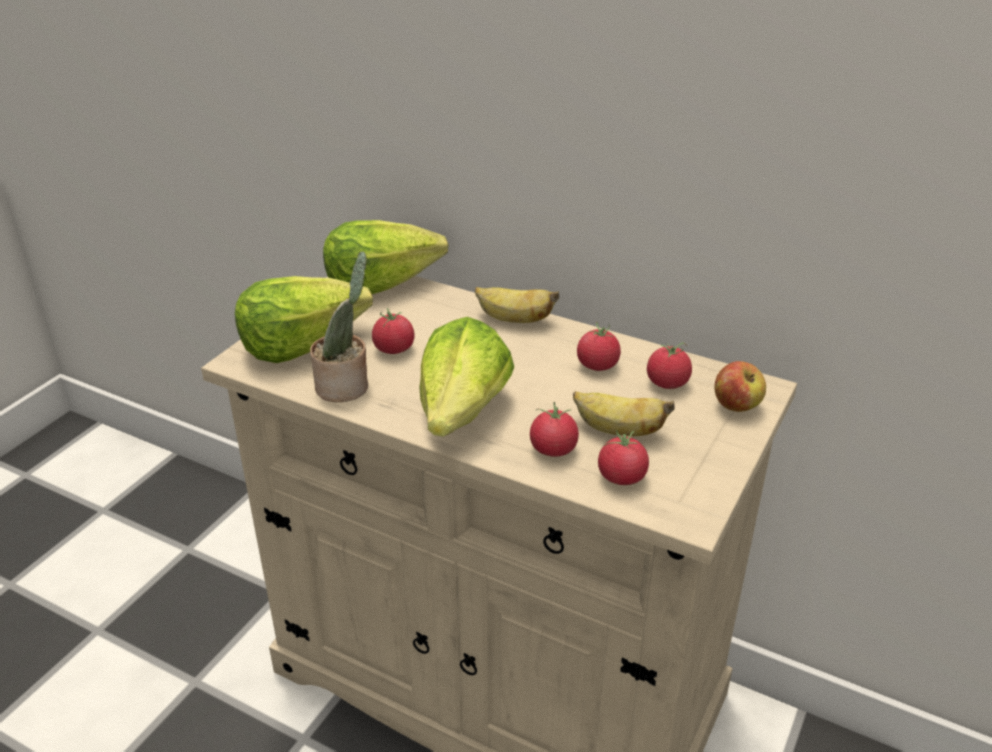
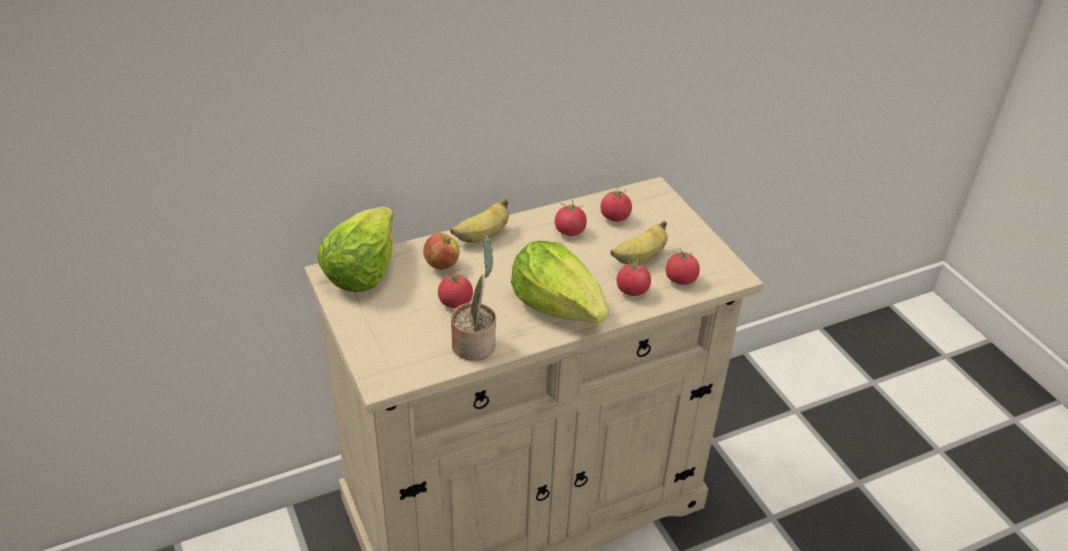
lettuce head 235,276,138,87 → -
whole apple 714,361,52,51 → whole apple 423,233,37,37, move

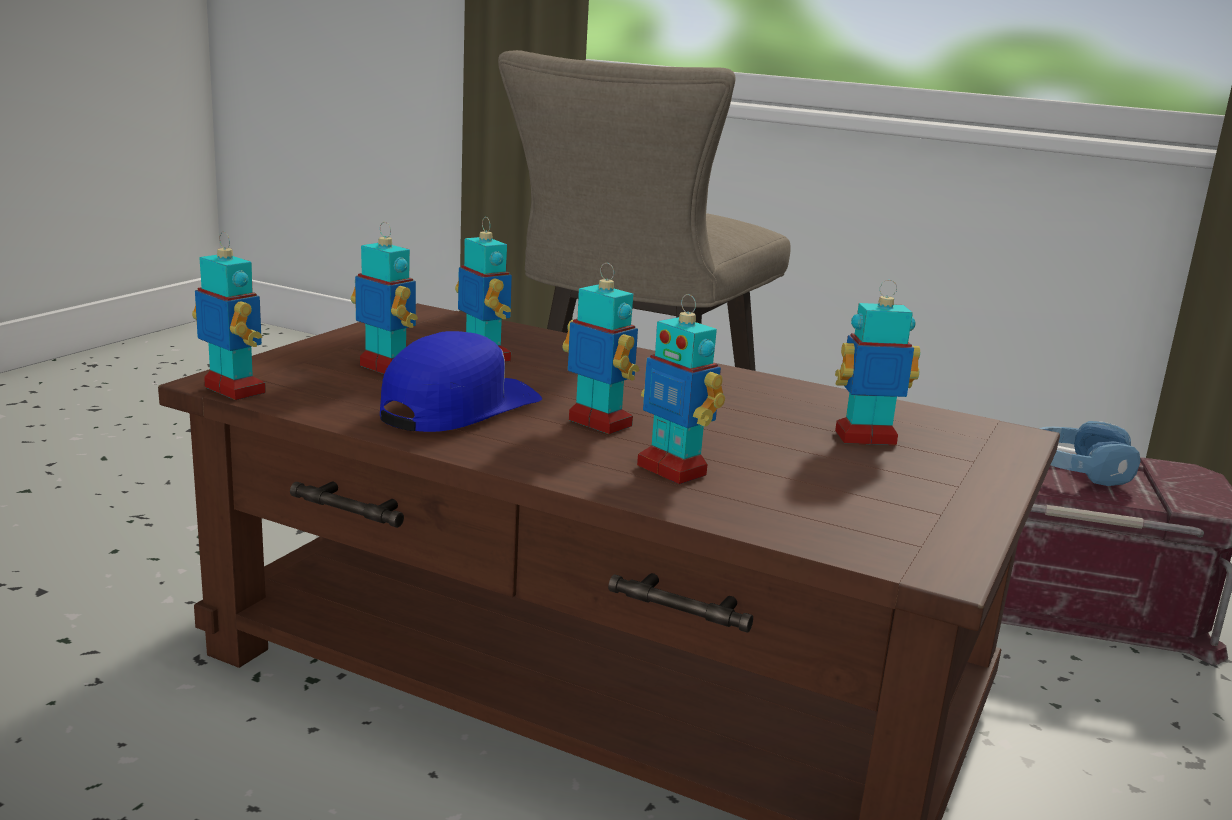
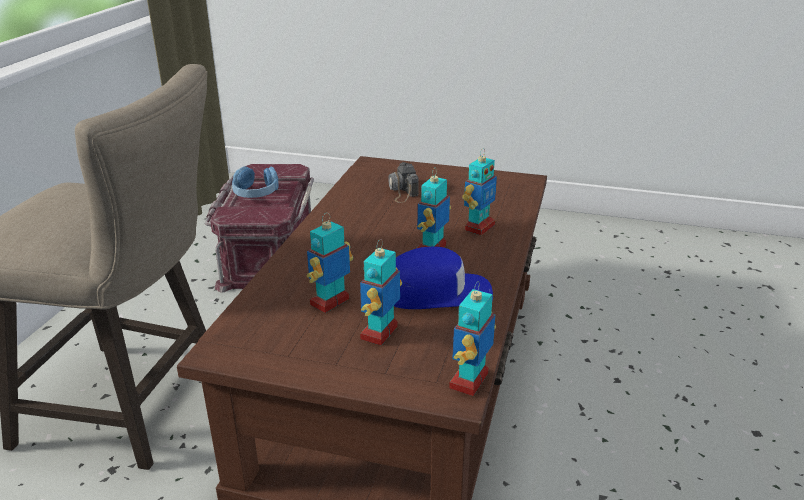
robot figure 835,280,85,165 → still camera 388,162,31,41
cap (bluish) 380,331,162,101 → cap (bluish) 394,246,99,63, 150 degrees clockwise

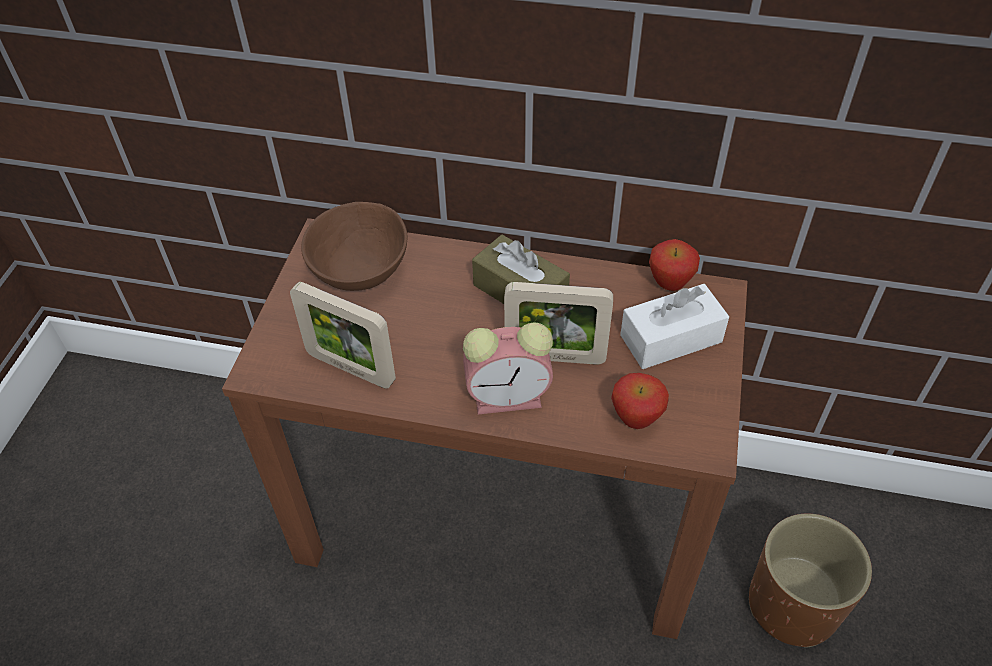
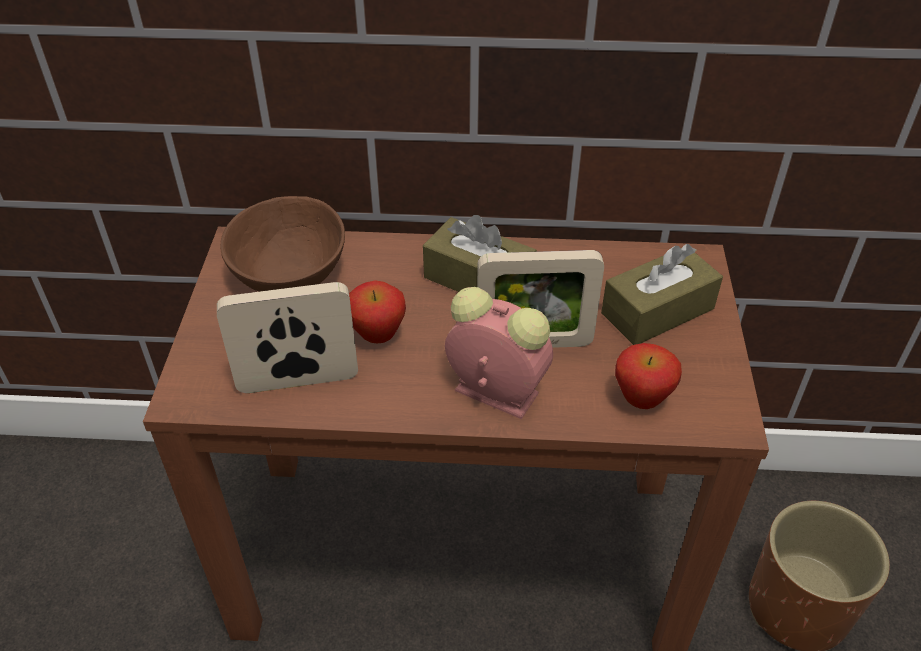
whole apple 649,239,51,52 → whole apple 349,280,57,64, move
tissue holder (white) 620,284,109,85 → tissue holder (brownish) 601,244,122,101
picture frame 290,282,106,107 → picture frame 217,282,141,111, 150 degrees clockwise
alarm clock 463,323,90,91 → alarm clock 445,287,108,132, 135 degrees counterclockwise

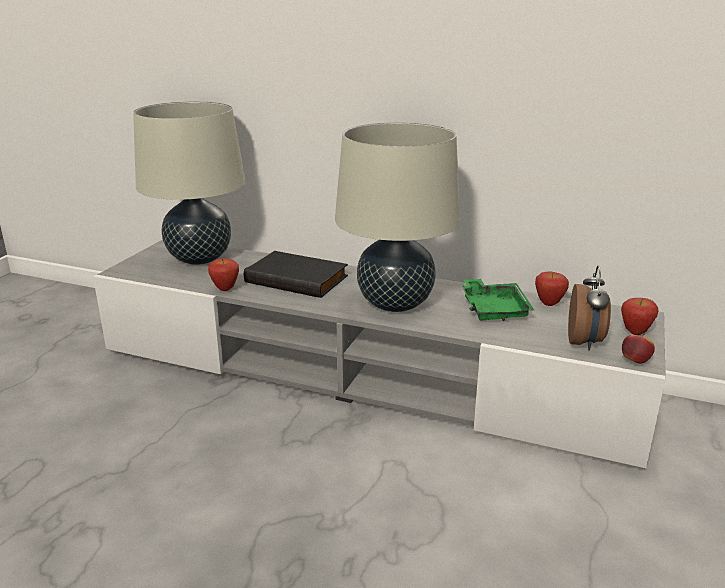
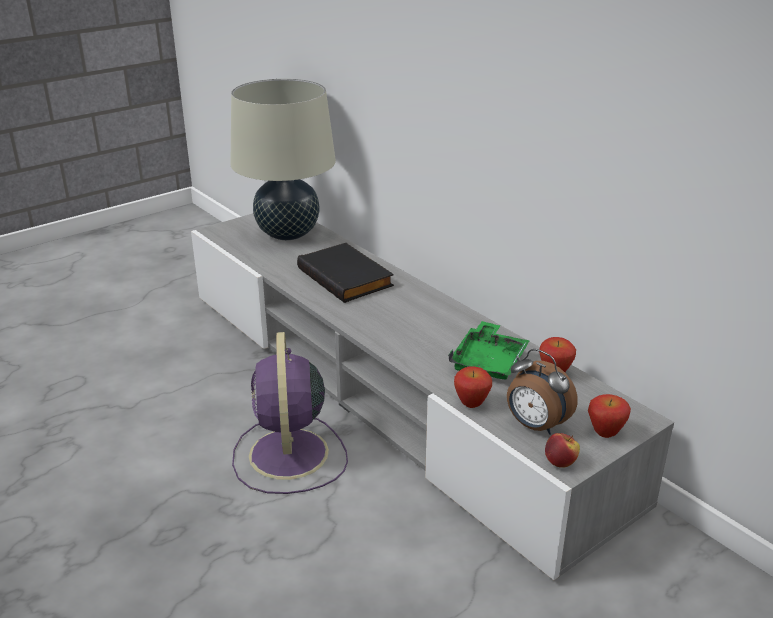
tabletop lamp (beige-coloured) 335,122,125,190 → -
- → fan (purplish) 232,332,116,162
whole apple 208,258,31,33 → whole apple 454,366,38,42, move
alarm clock 568,266,43,84 → alarm clock 507,349,71,86, 90 degrees clockwise

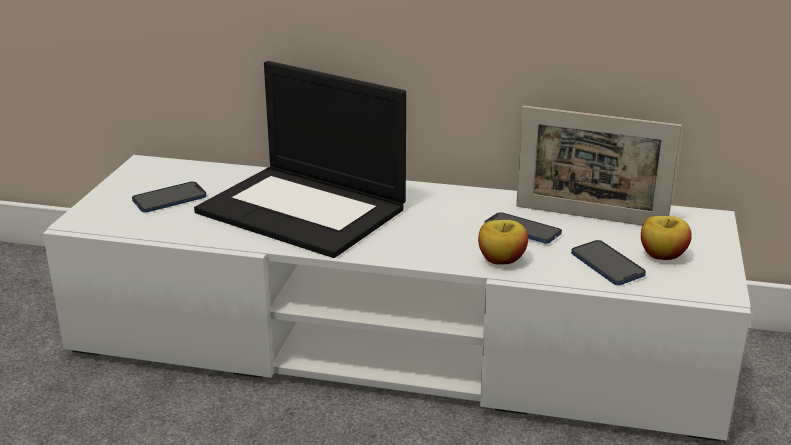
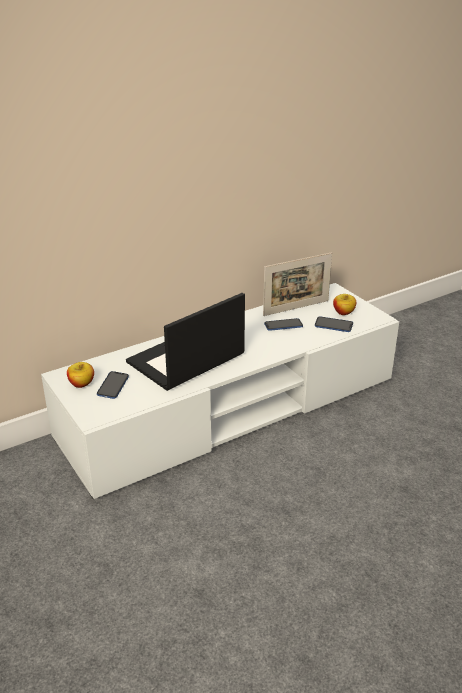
whole apple 478,220,50,45 → whole apple 67,362,27,26, move
notebook computer 194,61,212,197 → notebook computer 126,293,119,98, 150 degrees clockwise

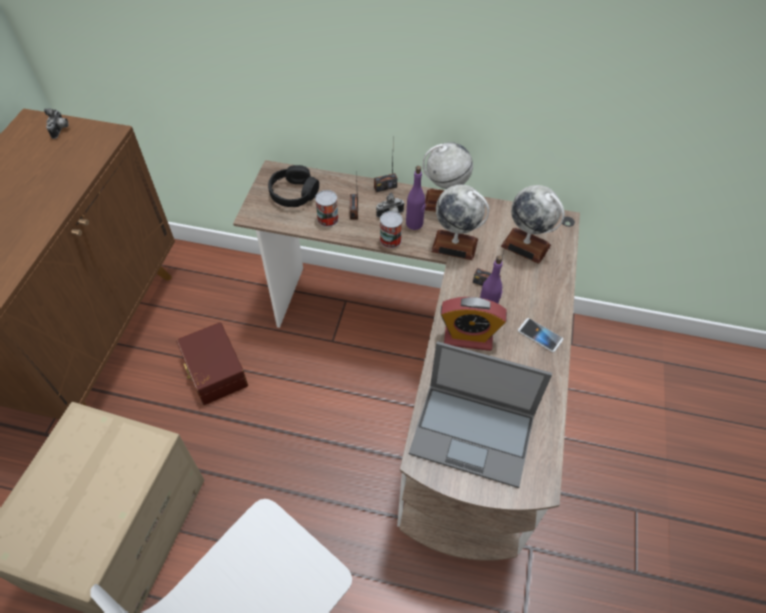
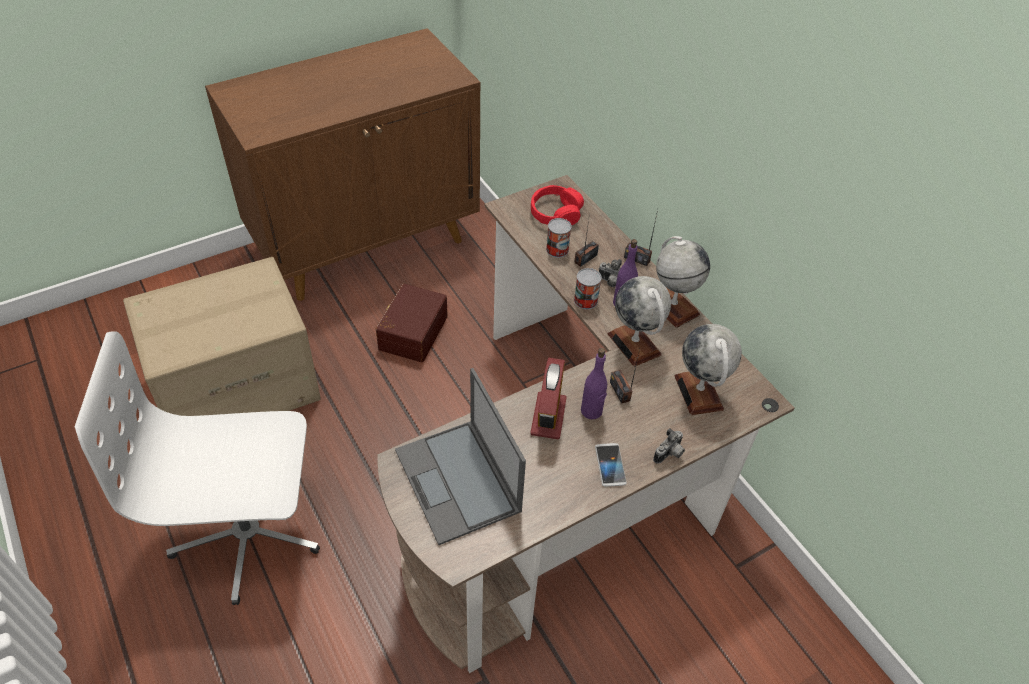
still camera 44,108,25,31 → still camera 653,428,32,36, move
headphones (blackish) 268,165,51,42 → headphones (red-coloured) 531,185,53,40
alarm clock 440,297,67,54 → alarm clock 530,358,37,81, 45 degrees clockwise

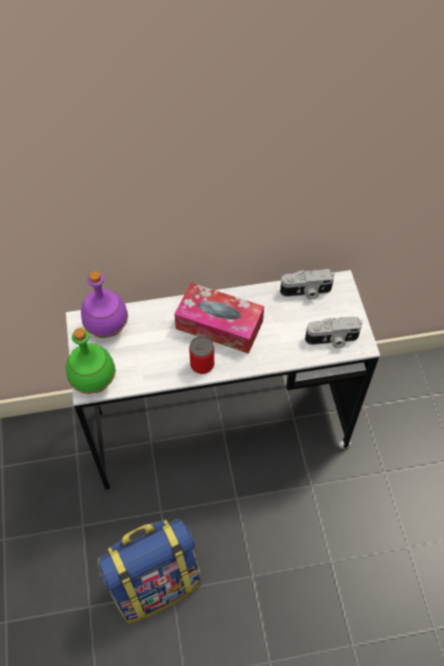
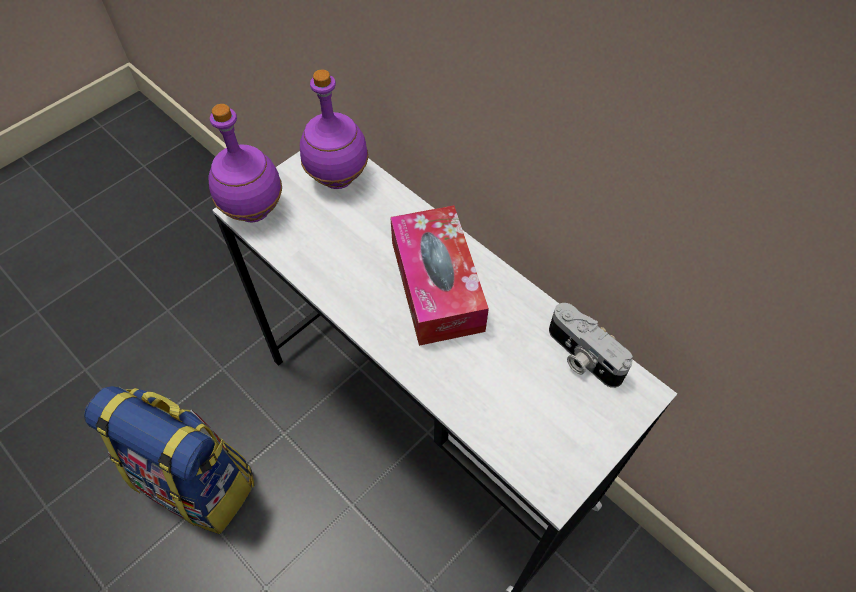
sealed can 189,336,25,38 → -
still camera 305,317,57,31 → -
drink bottle (green) 66,328,50,66 → drink bottle (purplish) 208,104,74,118

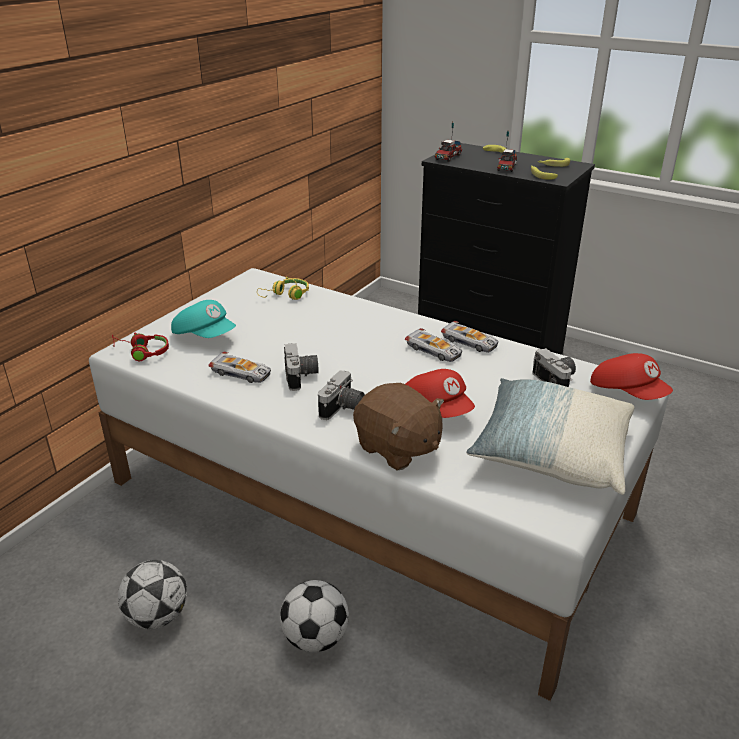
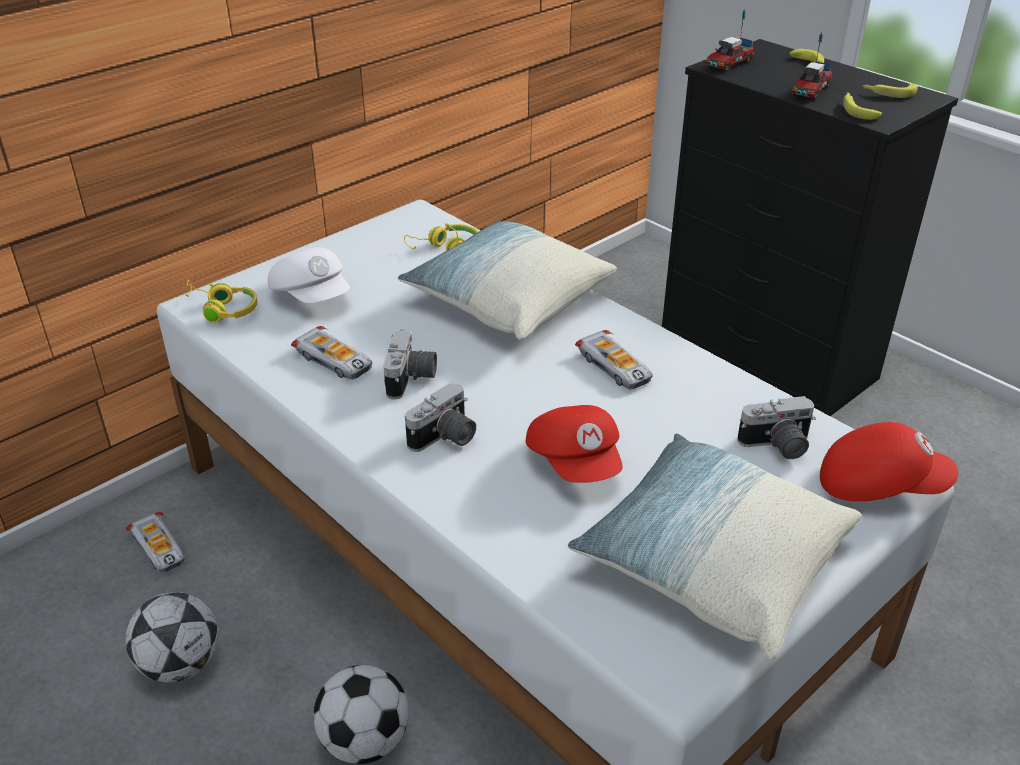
soft toy (brownish) 353,383,91,87 → -
- → cushion 398,220,219,120
model car 441,321,57,32 → model car 125,512,60,61, move
headphones (red-coloured) 112,332,57,29 → headphones (yellow-coloured) 185,280,72,43
cap (turquoise-coloured) 171,300,65,38 → cap (white) 268,247,82,56
still camera 532,348,44,39 → still camera 737,396,79,63, 90 degrees clockwise
cap (red-coloured) 590,353,83,47 → cap (red-coloured) 820,422,138,79, 60 degrees counterclockwise

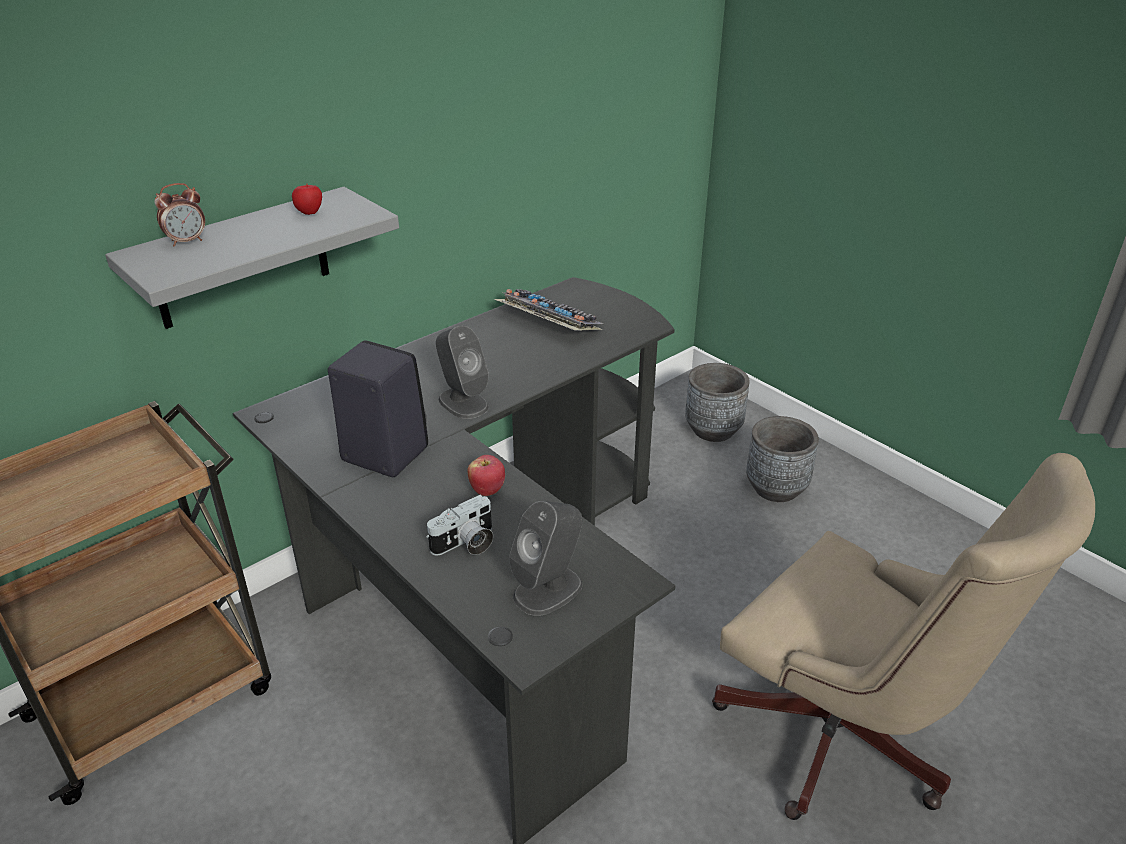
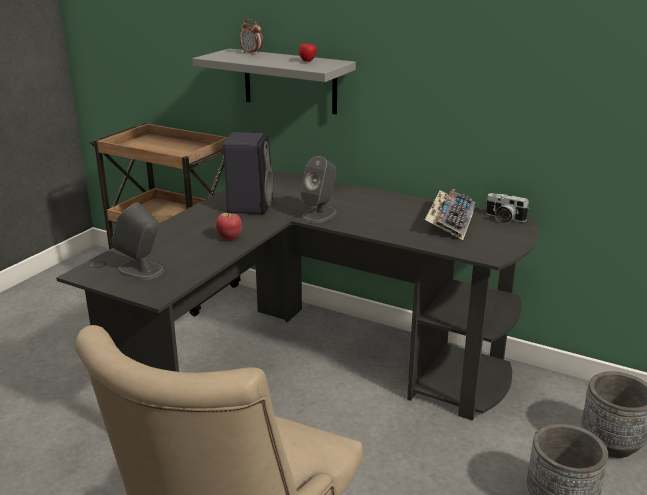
still camera 426,495,68,61 → still camera 486,193,43,31, move

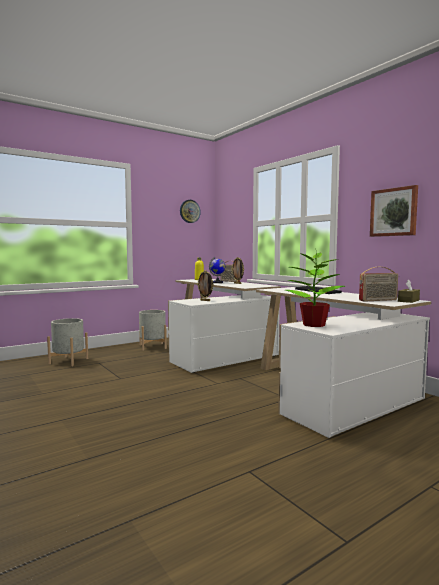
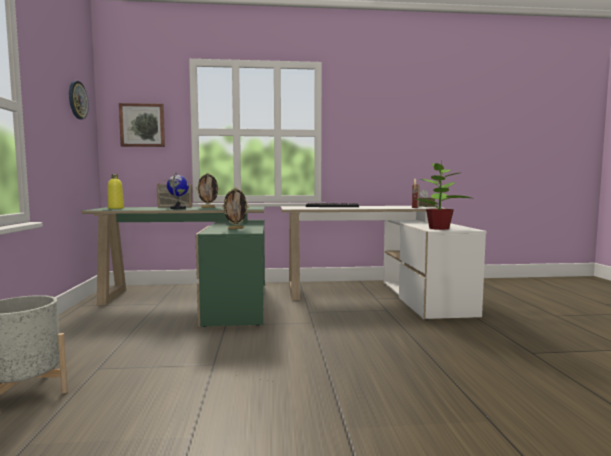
plant pot (grey) 139,310,28,41 → -
picture 370,185,48,52 → picture 119,103,46,44, move
desk unit (white) 168,279,113,94 → desk unit (green) 81,207,184,120

